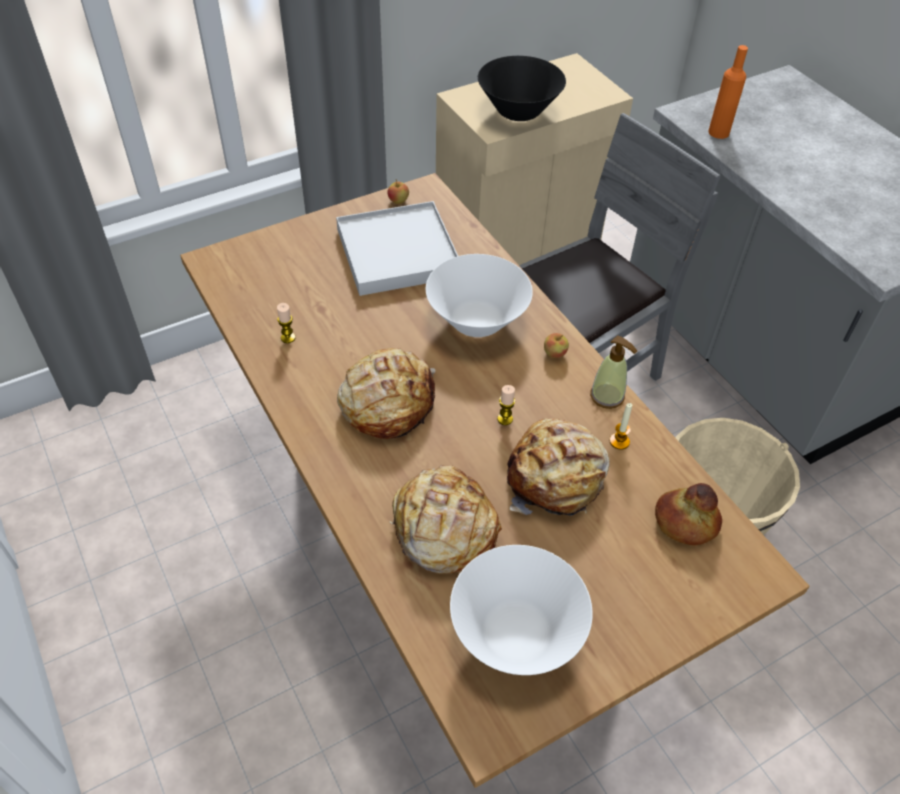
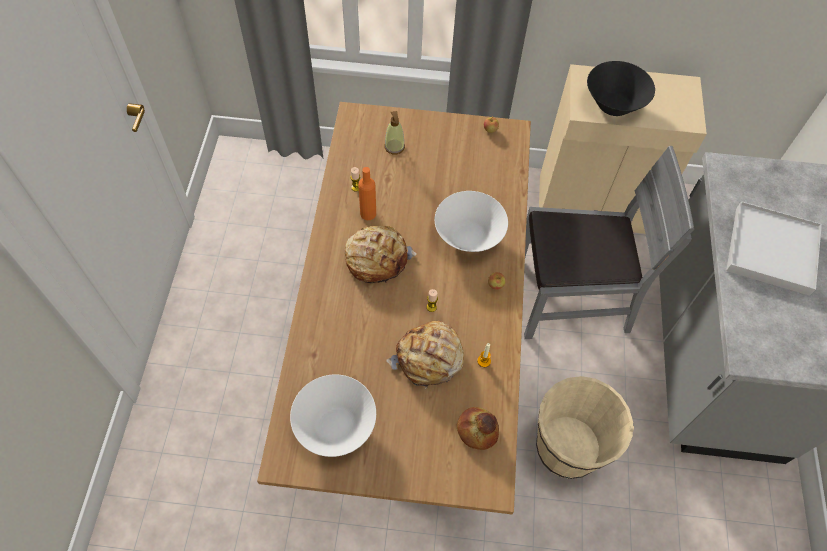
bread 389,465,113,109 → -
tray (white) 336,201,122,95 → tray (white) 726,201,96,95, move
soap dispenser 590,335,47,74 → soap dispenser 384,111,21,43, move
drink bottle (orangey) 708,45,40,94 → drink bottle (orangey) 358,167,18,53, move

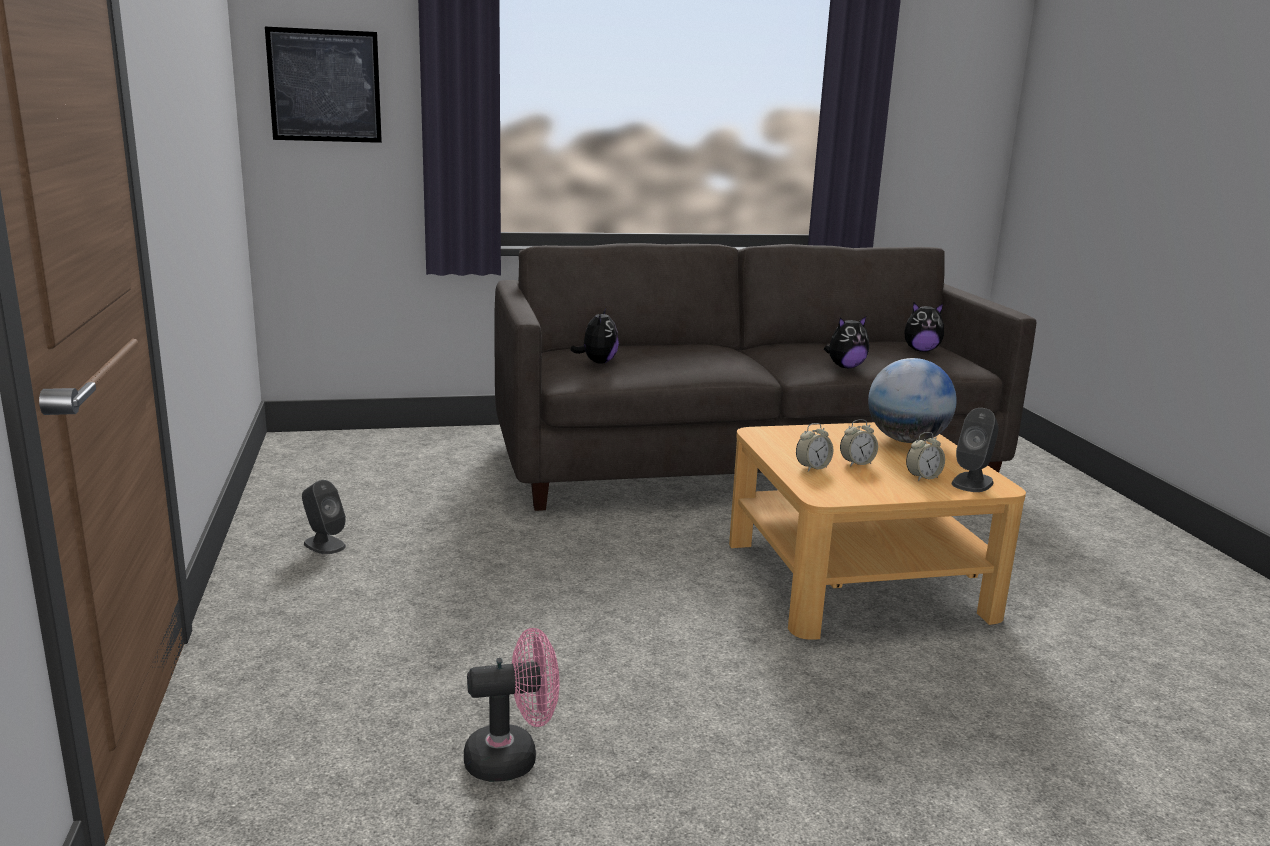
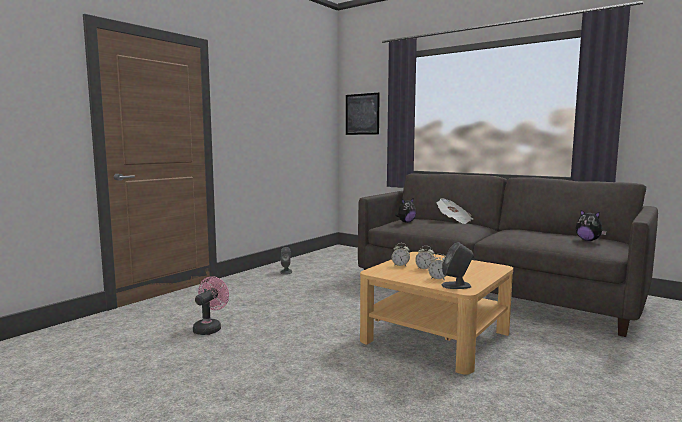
soft toy 824,316,45,52 → -
desk globe 868,358,89,85 → -
- → newspaper 437,198,36,26
fan (pink-coloured) 464,628,95,154 → fan (pink-coloured) 193,276,36,59, 105 degrees counterclockwise

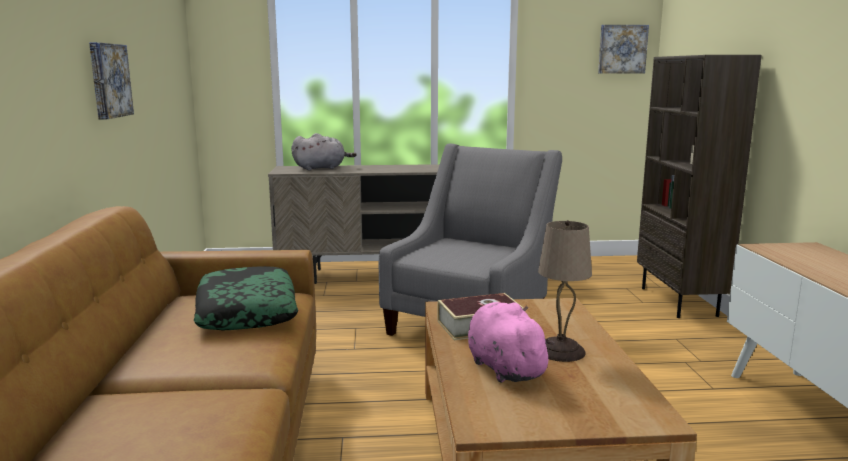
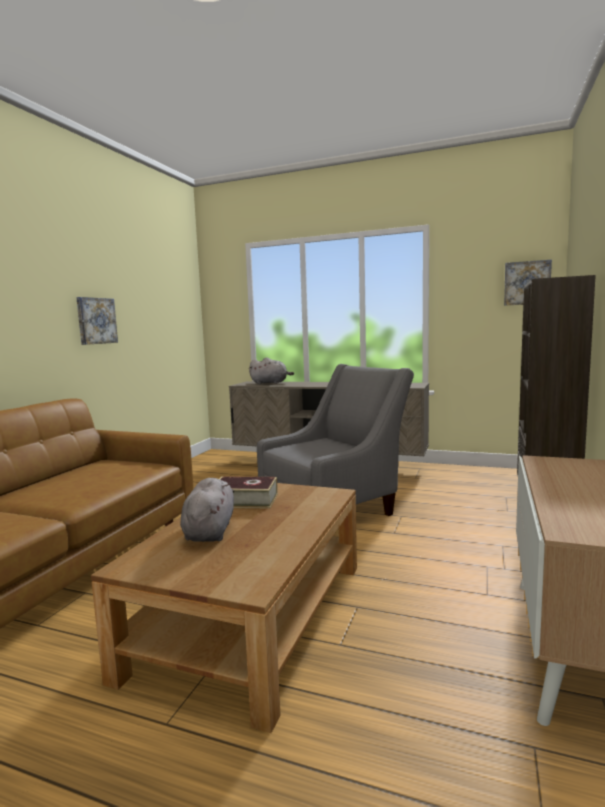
cushion 194,266,104,64 → -
tabletop lamp (beige-coloured) 538,220,54,142 → -
soft toy (pink-coloured) 468,302,87,81 → soft toy (grey) 180,478,54,64

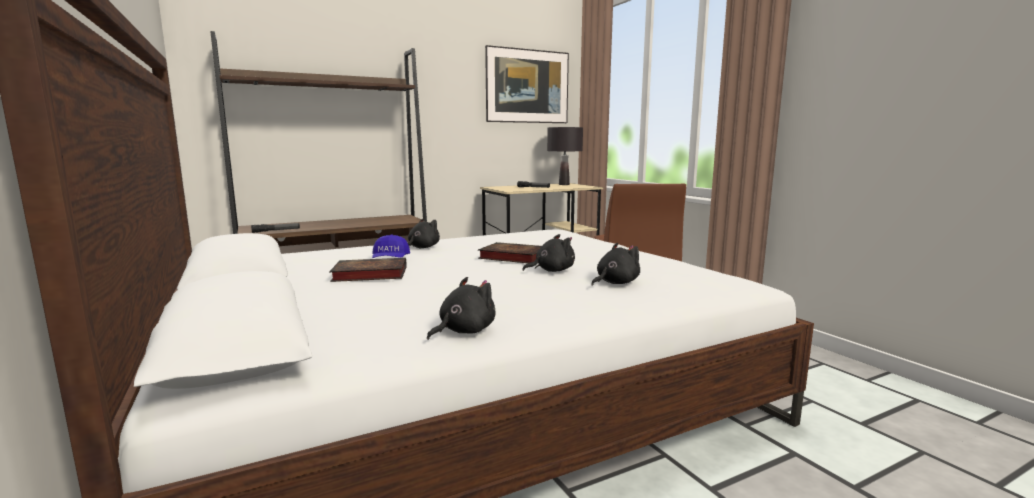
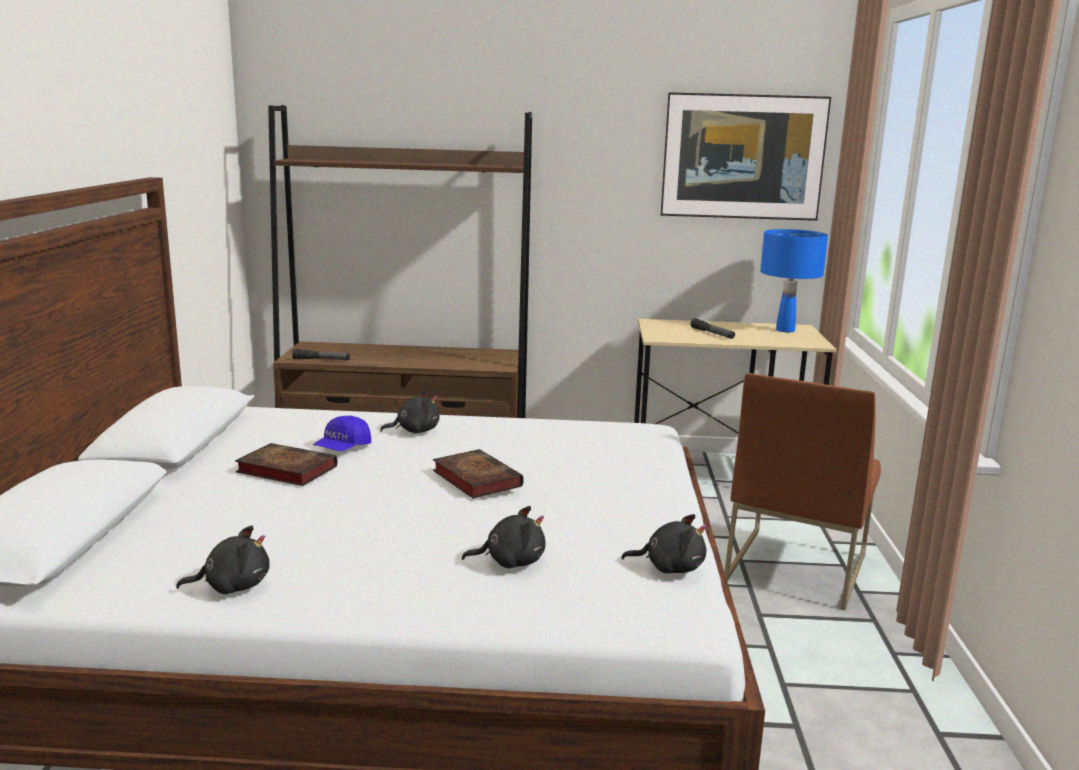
soft toy (blackish) 522,234,53,38 → soft toy (blackish) 621,514,86,60, move
tabletop lamp (blackish) 547,127,36,58 → tabletop lamp (bluish) 760,229,68,103

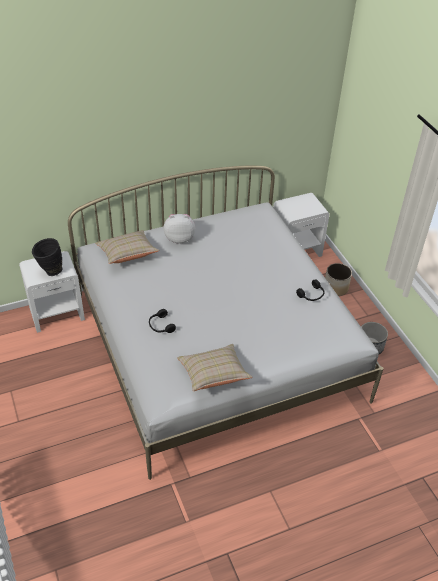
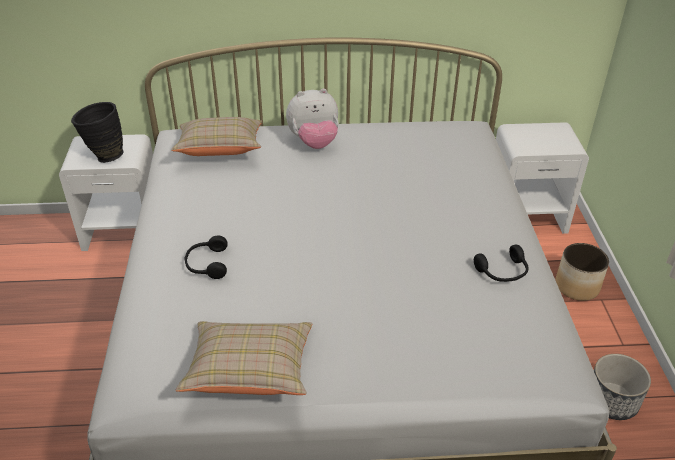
soft toy 163,214,32,30 → soft toy 286,89,53,60, 150 degrees clockwise

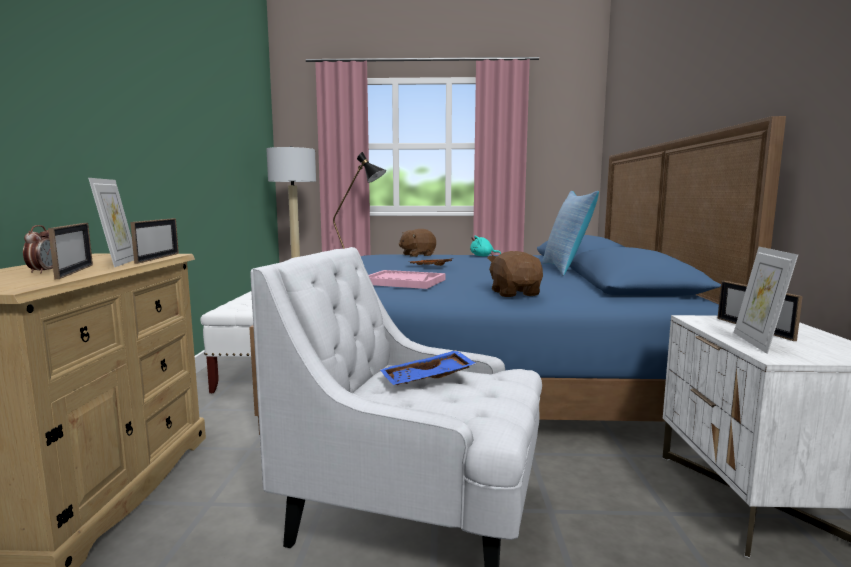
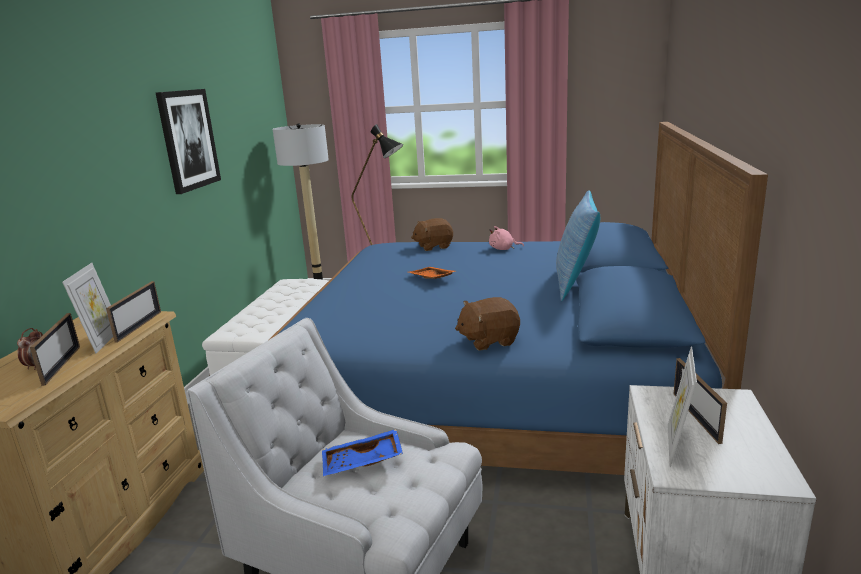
tray (pink-coloured) 368,270,78,19 → -
- → picture 156,89,65,105
soft toy (turquoise-coloured) 470,236,31,20 → soft toy (pink-coloured) 489,226,35,24
soft toy (brownish) 488,251,55,46 → soft toy (brownish) 455,297,65,53, 105 degrees counterclockwise

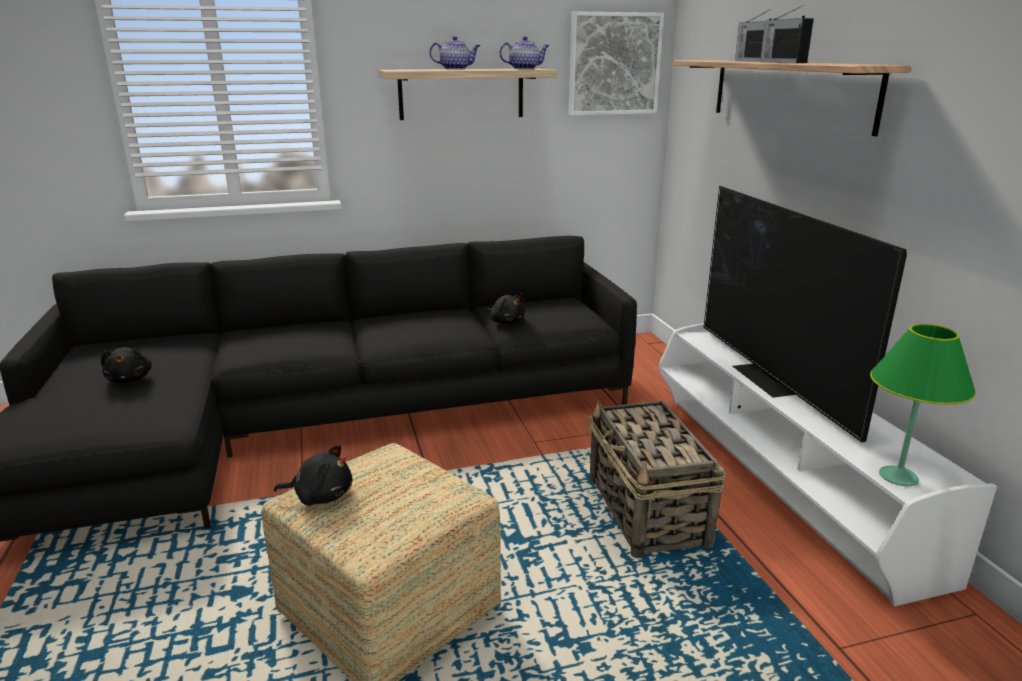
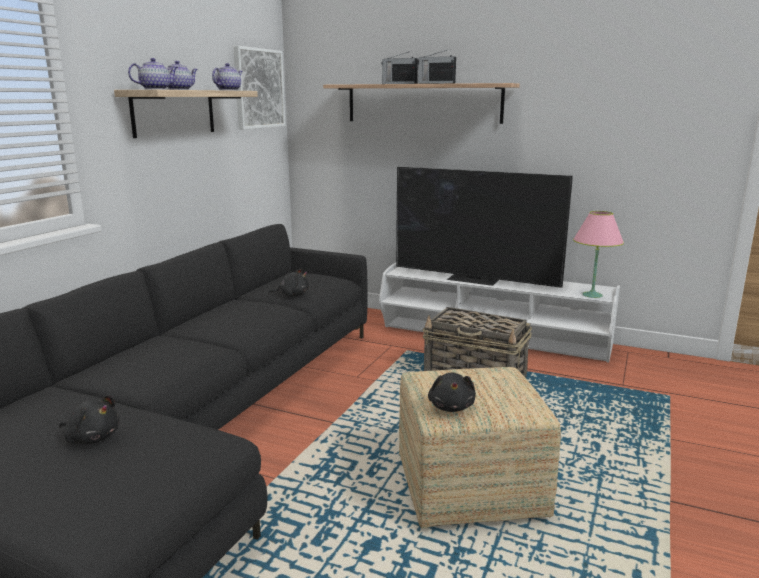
- → pot for tea 128,58,50,32
tabletop lamp (green) 870,324,106,162 → tabletop lamp (pink-coloured) 573,211,51,87
soft toy (blackish) 274,445,78,61 → soft toy (blackish) 428,373,48,39, 135 degrees clockwise

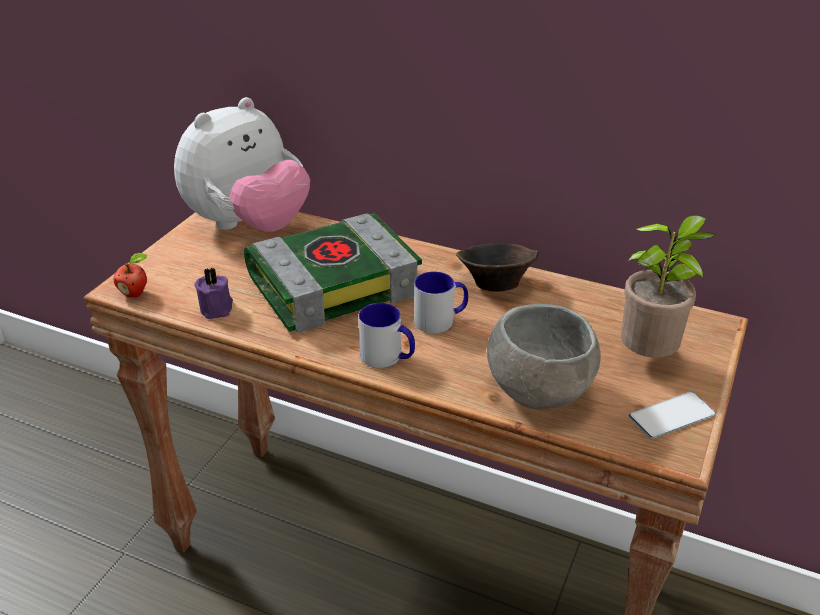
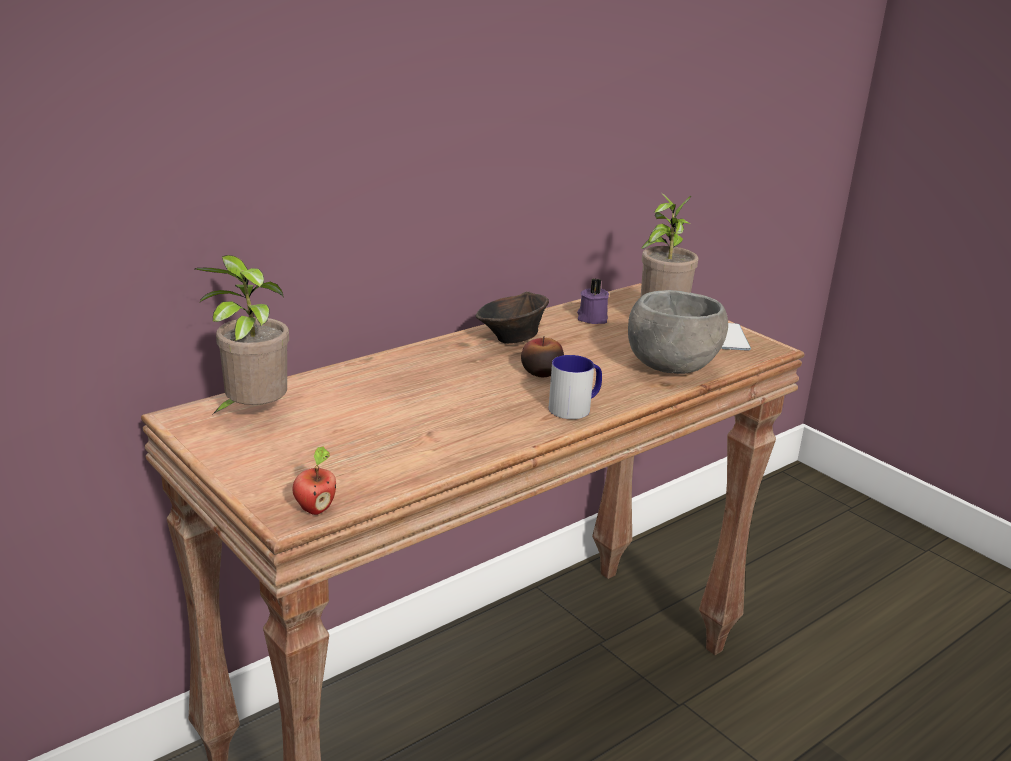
volume 244,214,178,119 → -
wax light (purplish) 194,268,39,51 → wax light (purplish) 577,279,32,45, move
soft toy 174,97,136,135 → houseplant 195,255,94,161
coffee mug 414,271,54,63 → whole apple 521,336,43,41

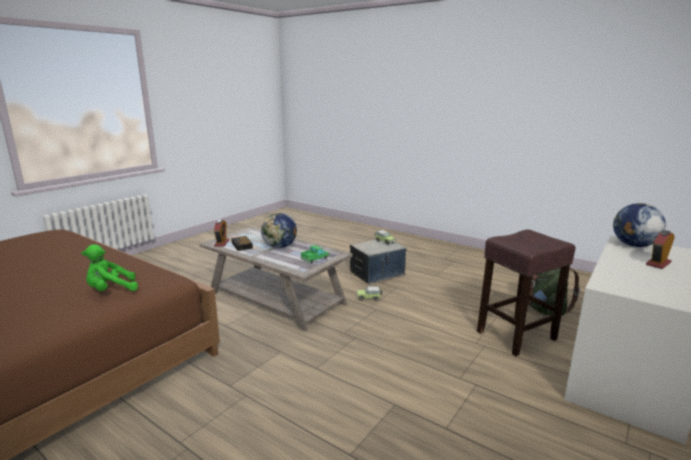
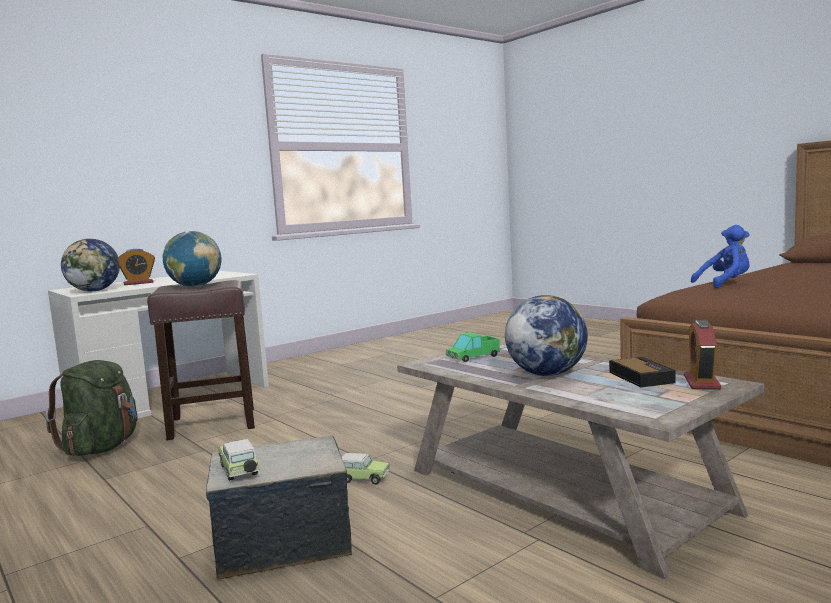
- → desk globe 163,231,58,56
soft toy (green) 82,244,56,47 → soft toy (bluish) 691,225,59,63

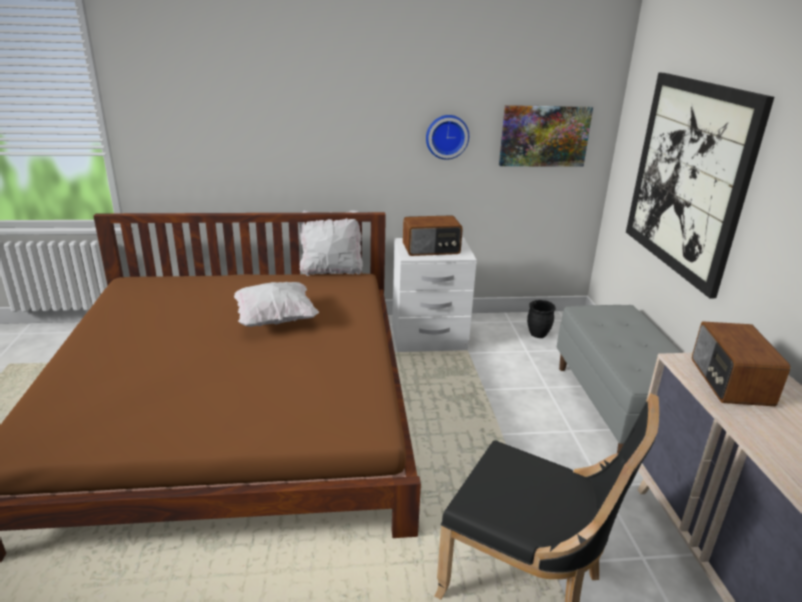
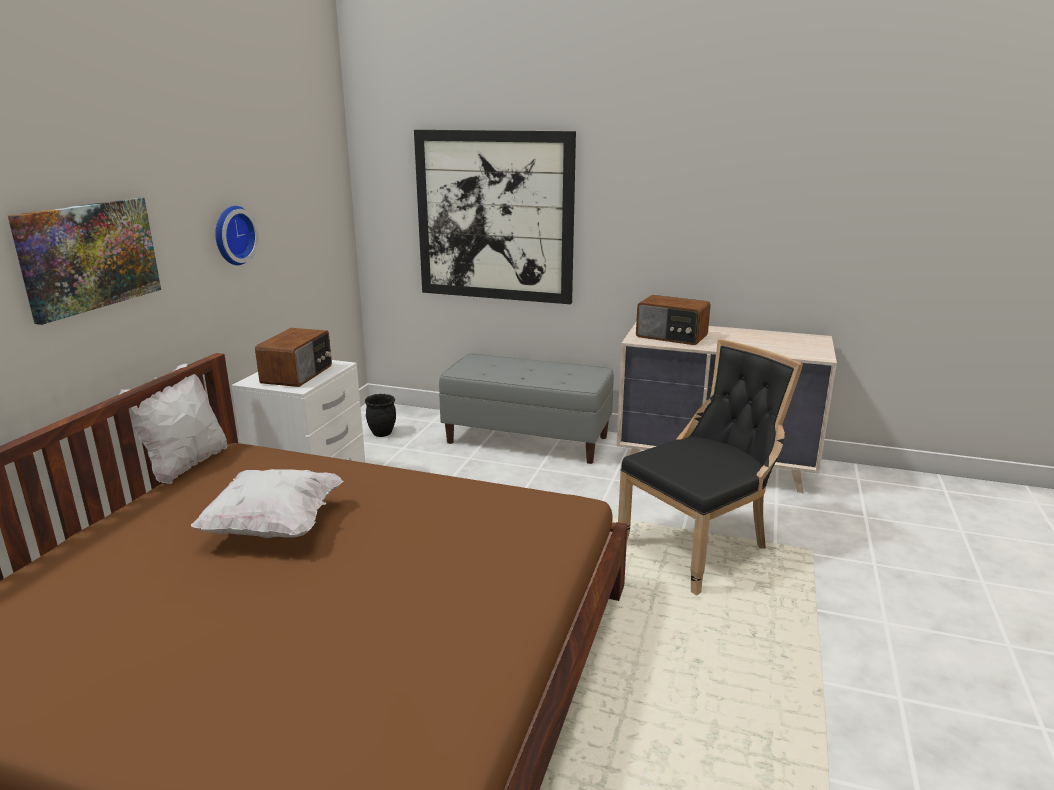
picture 499,105,94,62 → picture 8,197,153,128, move

